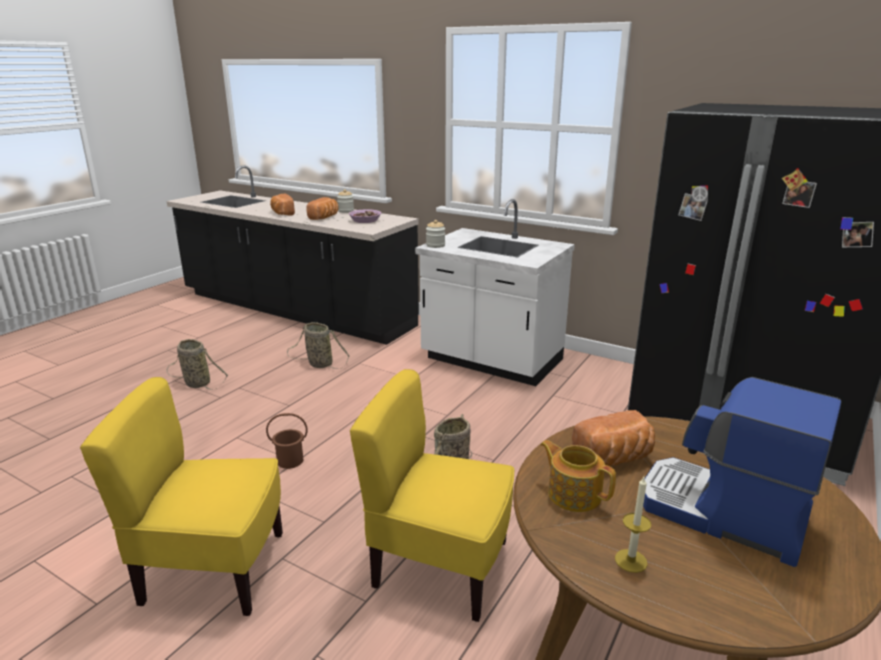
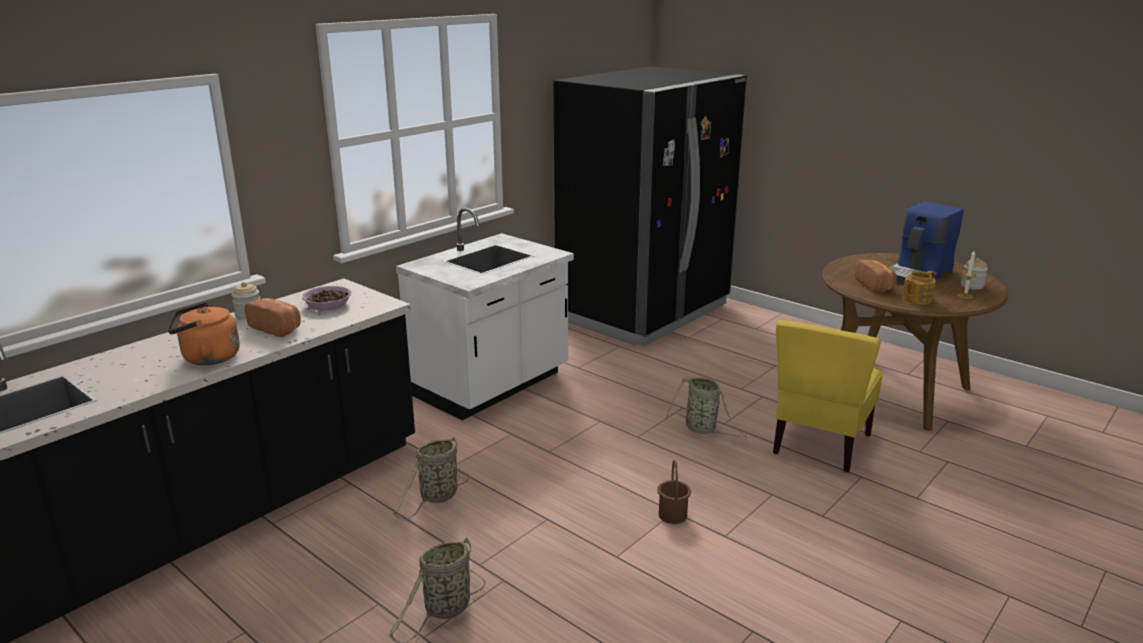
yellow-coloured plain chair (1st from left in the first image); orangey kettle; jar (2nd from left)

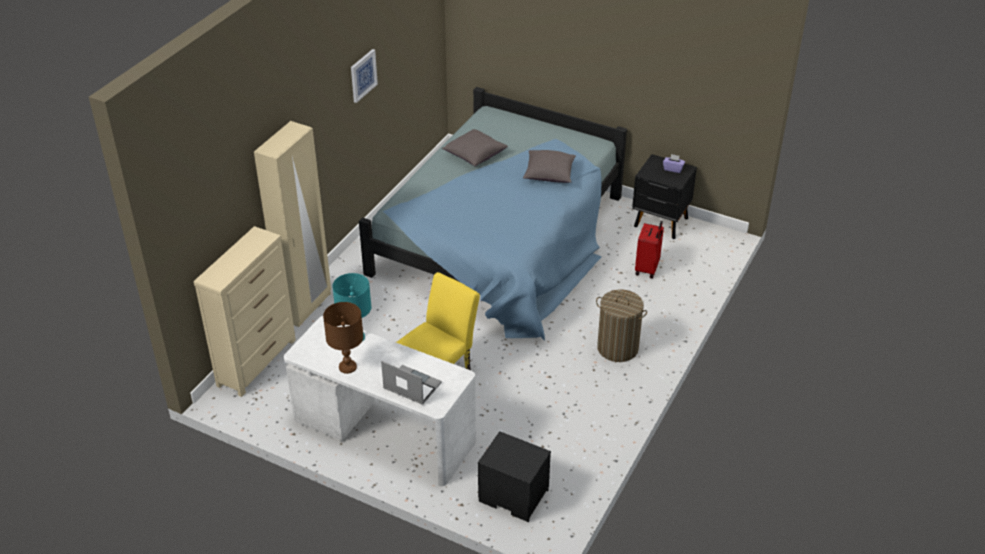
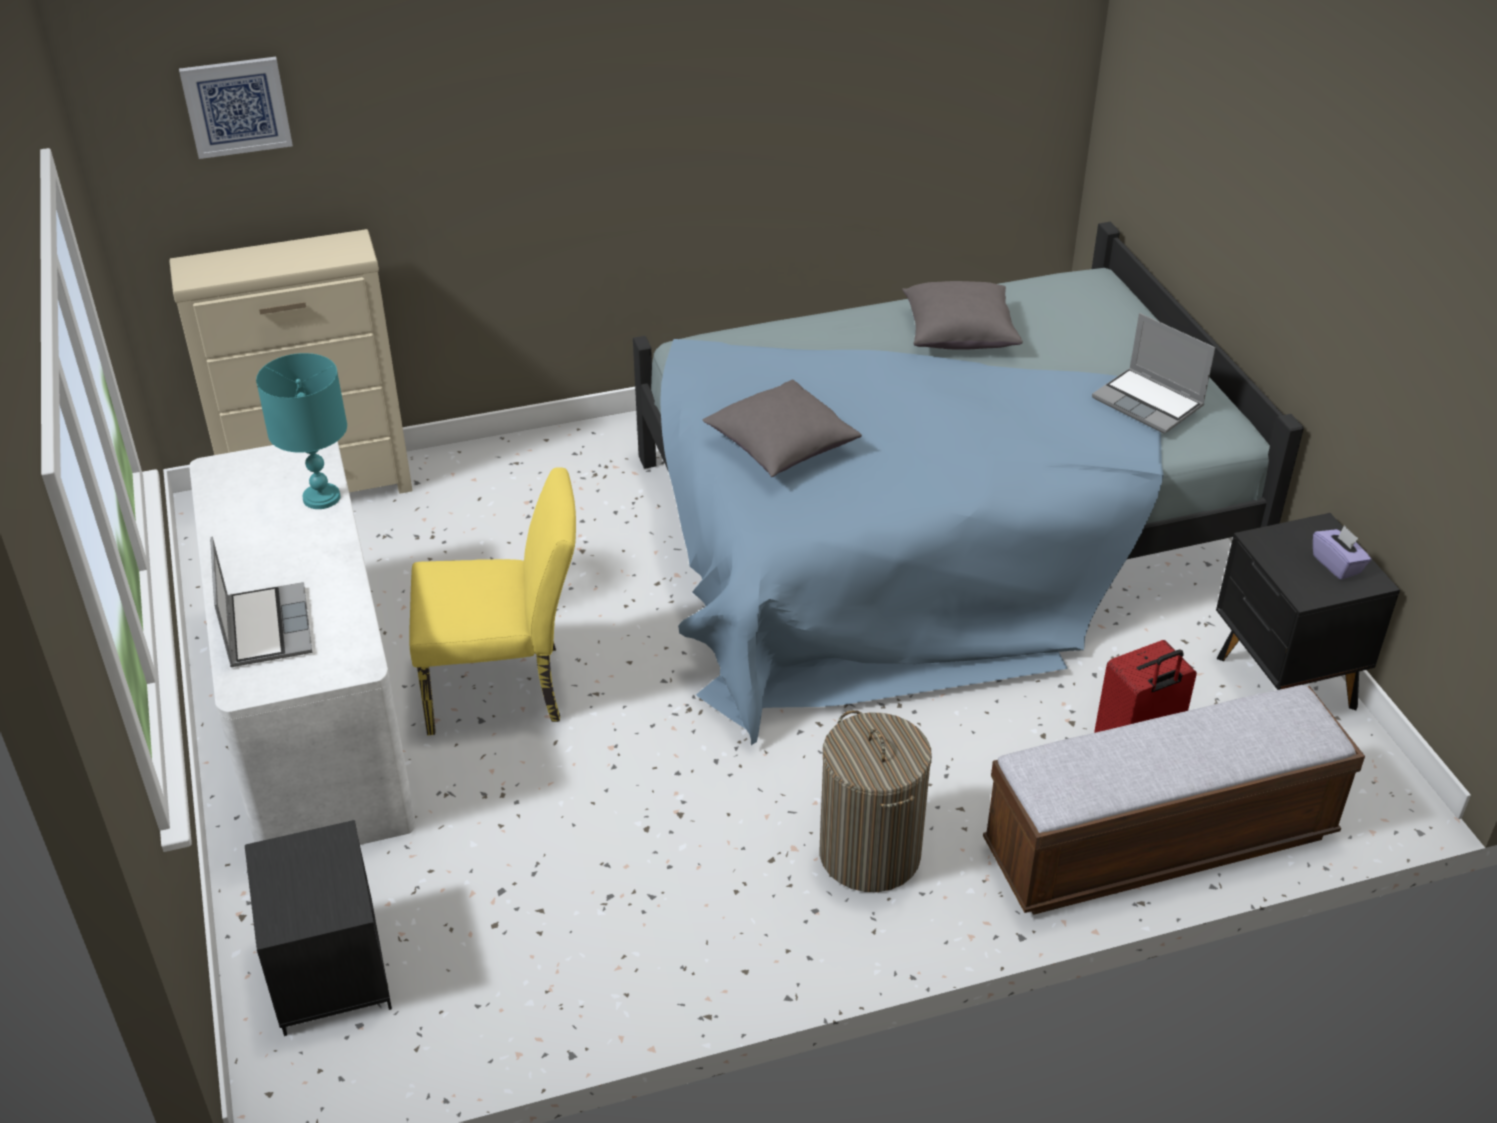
beige wardrobe; brown table lamp; wall picture; grey cushion (1st from left); bench; laptop (2nd from left)

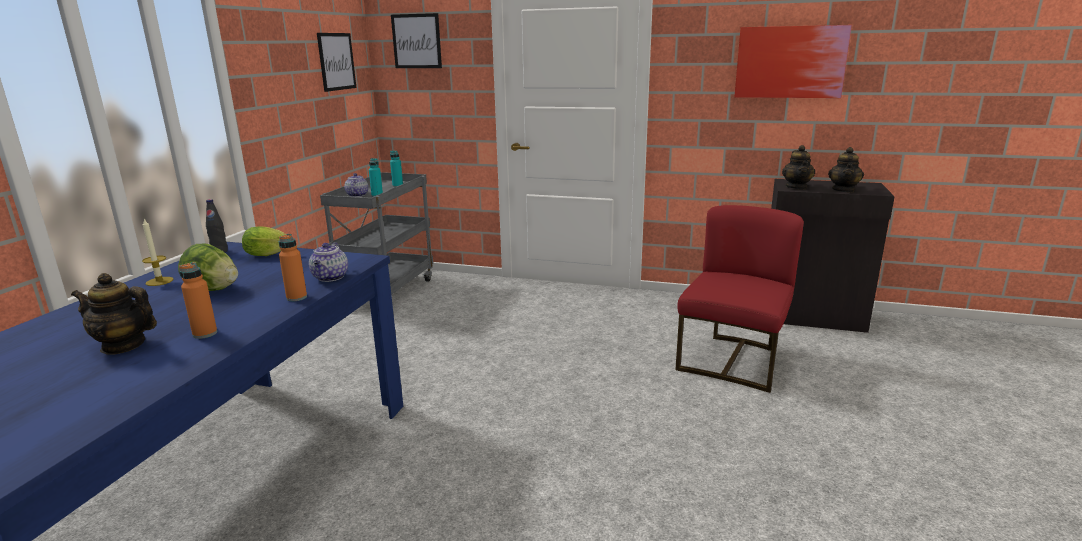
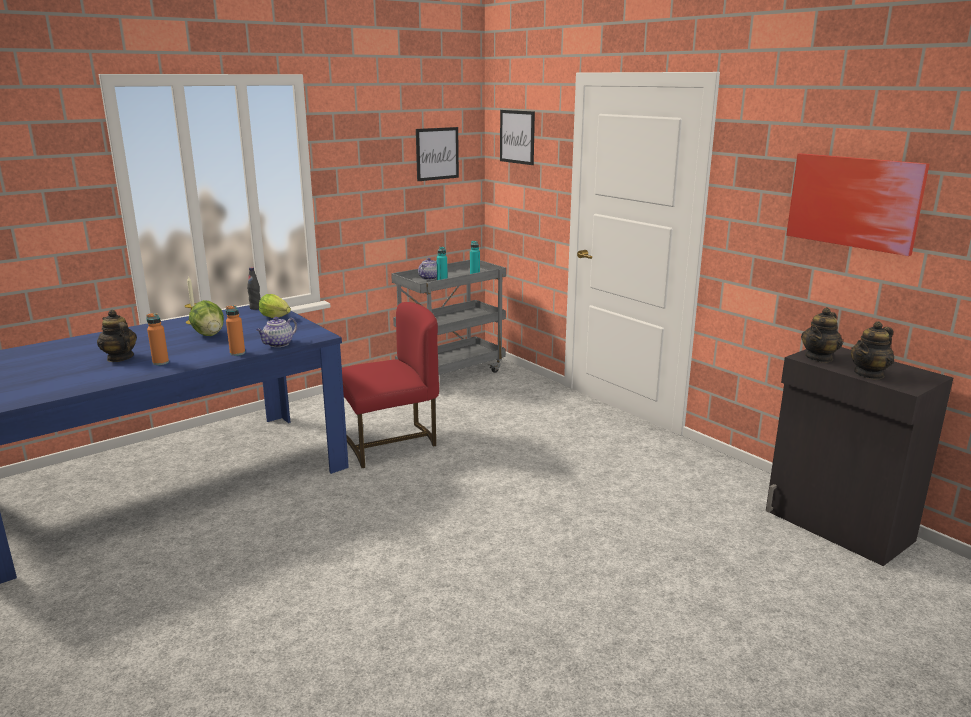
red-coloured plain chair

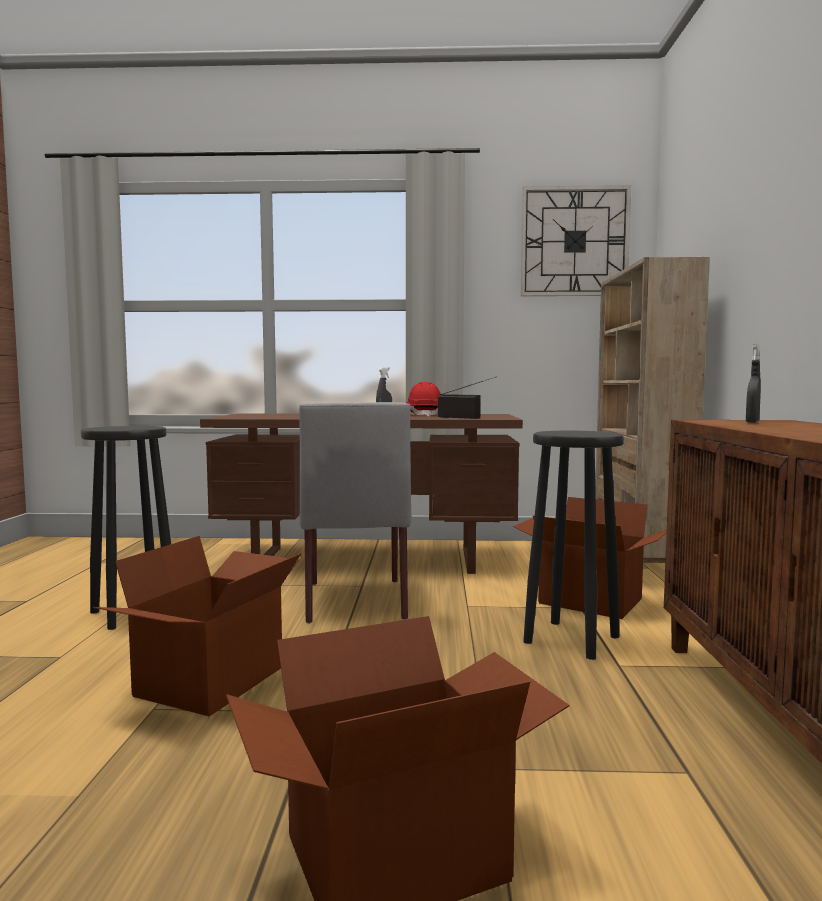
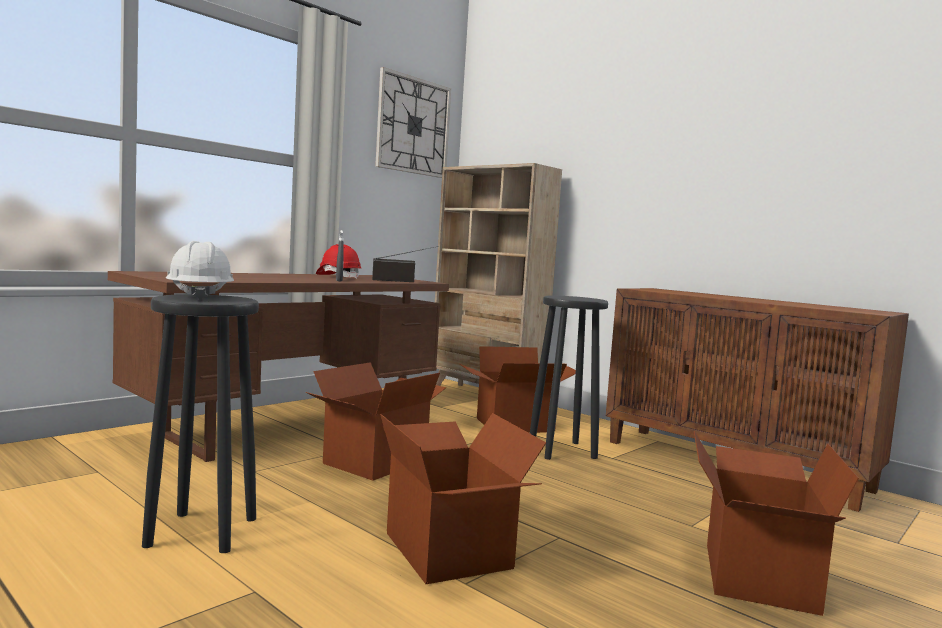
packing box (1st from left); grey spray bottle (2nd from left in the first image); white safety helmet

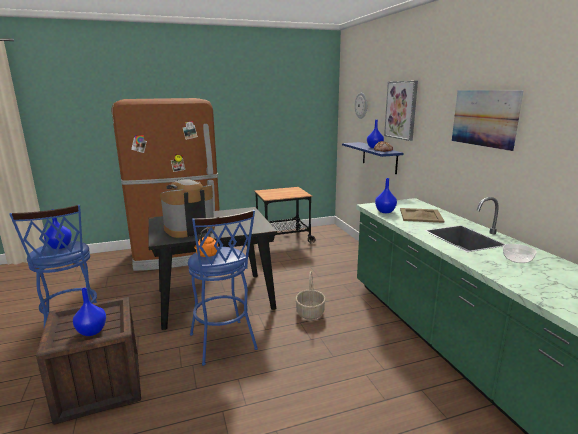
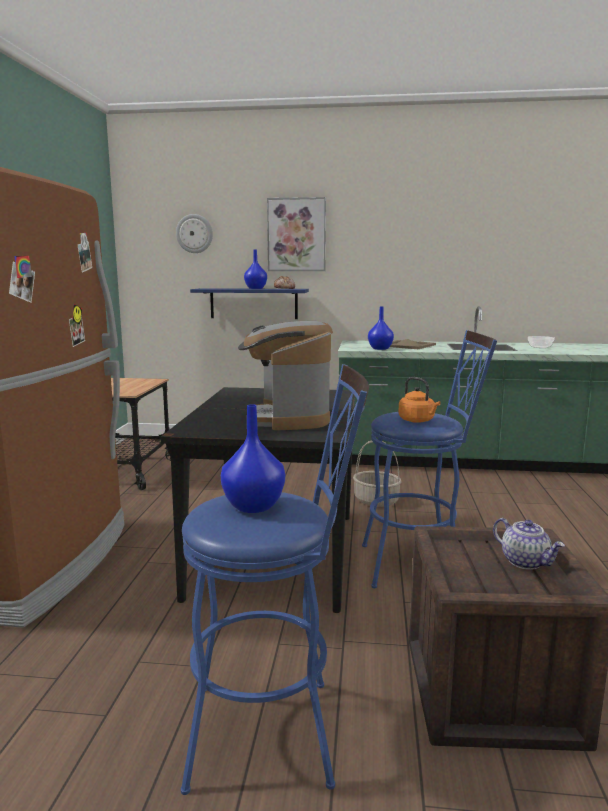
pot for tea; wall picture (2nd from left in the first image)

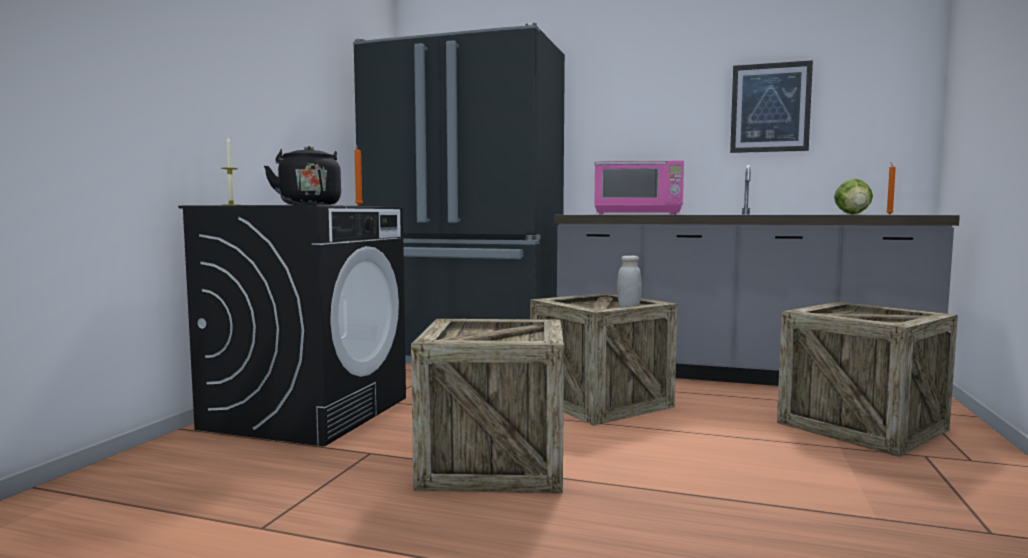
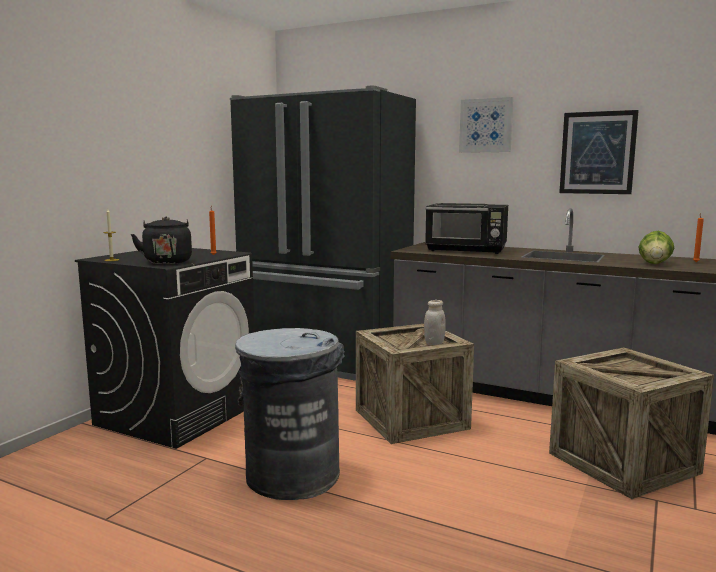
grey trash can; black-coloured microwave; wall picture (1st from left)

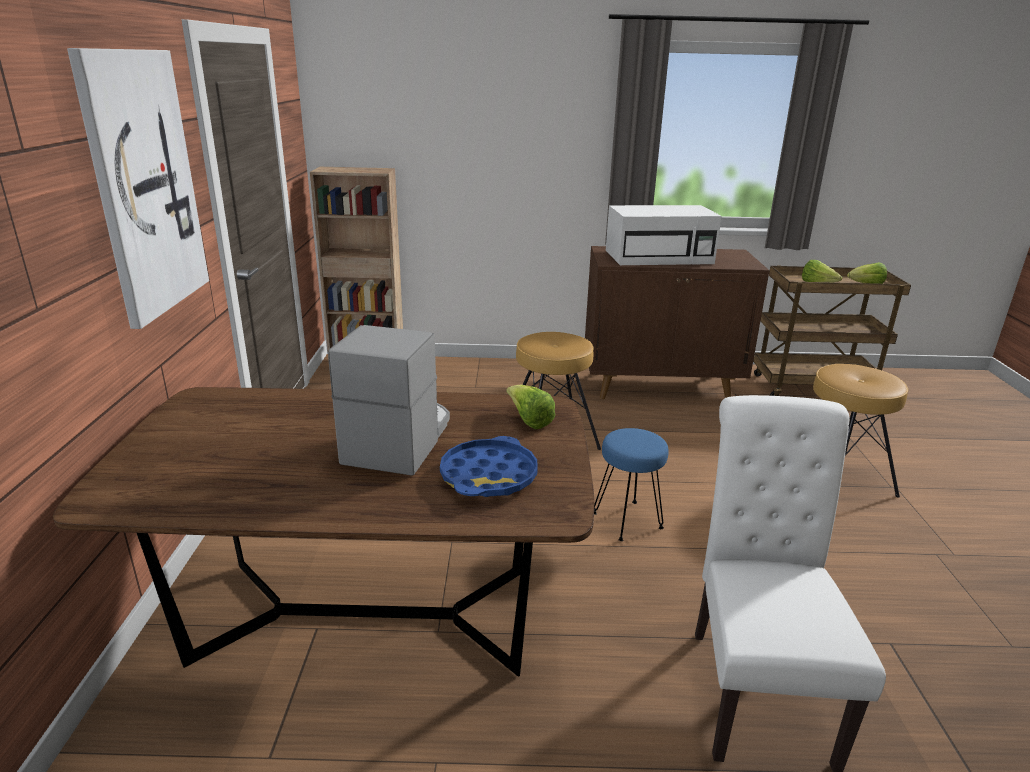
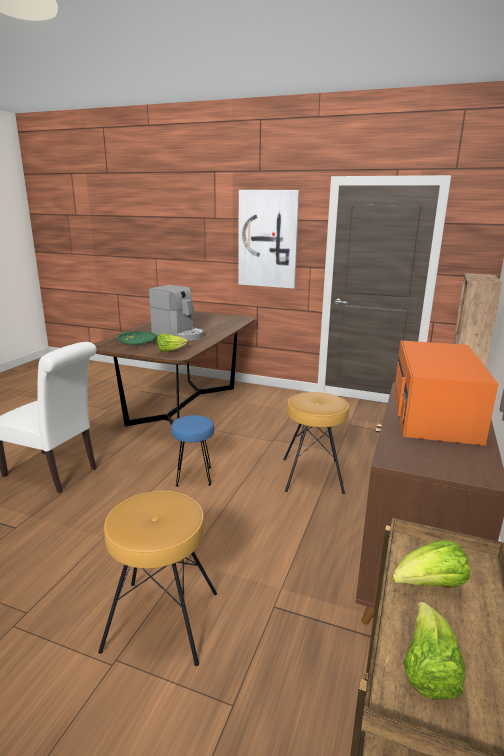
green-coloured tray; orangey microwave

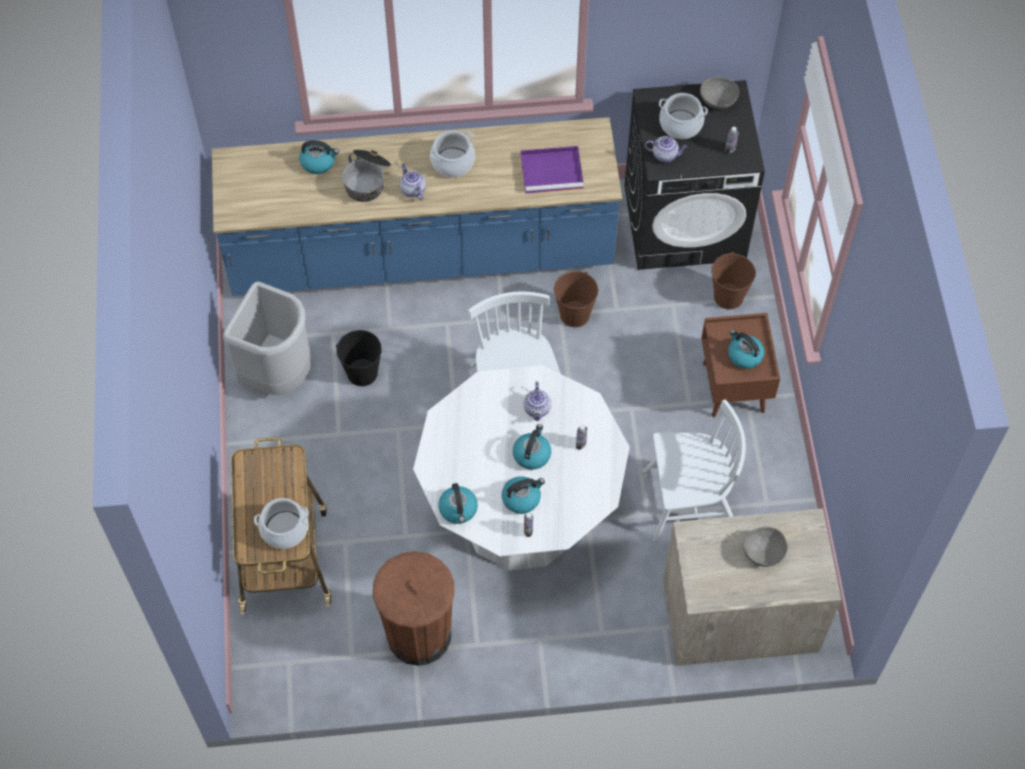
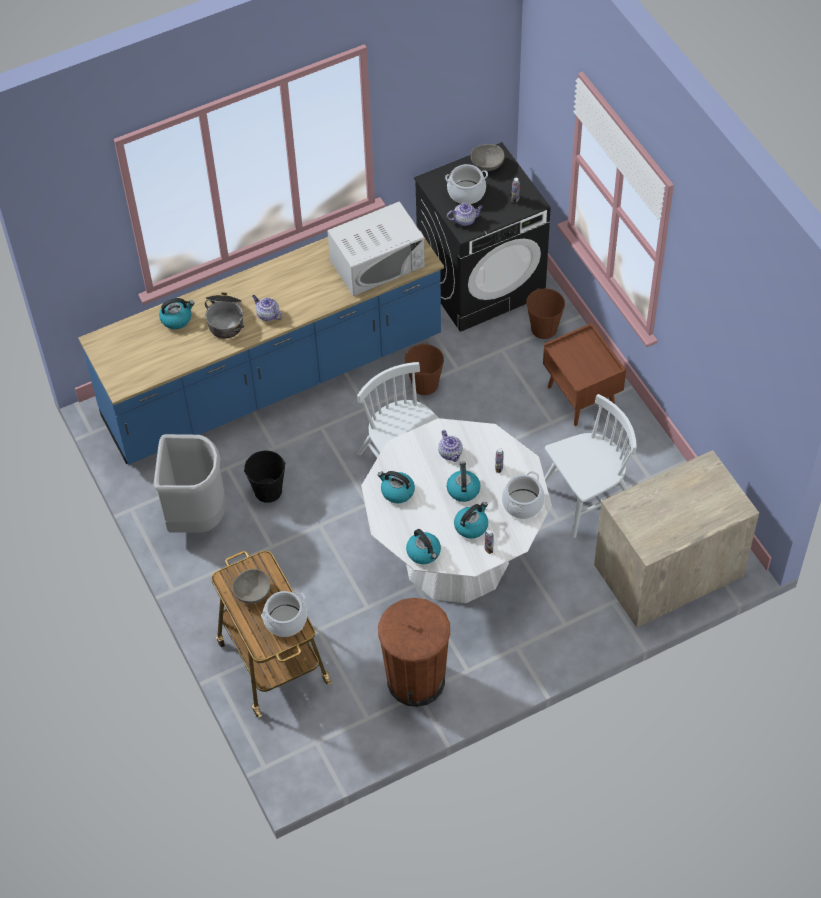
stockpot (4th from left); white microwave; kettle (2nd from left); grey serving bowl (1st from left)

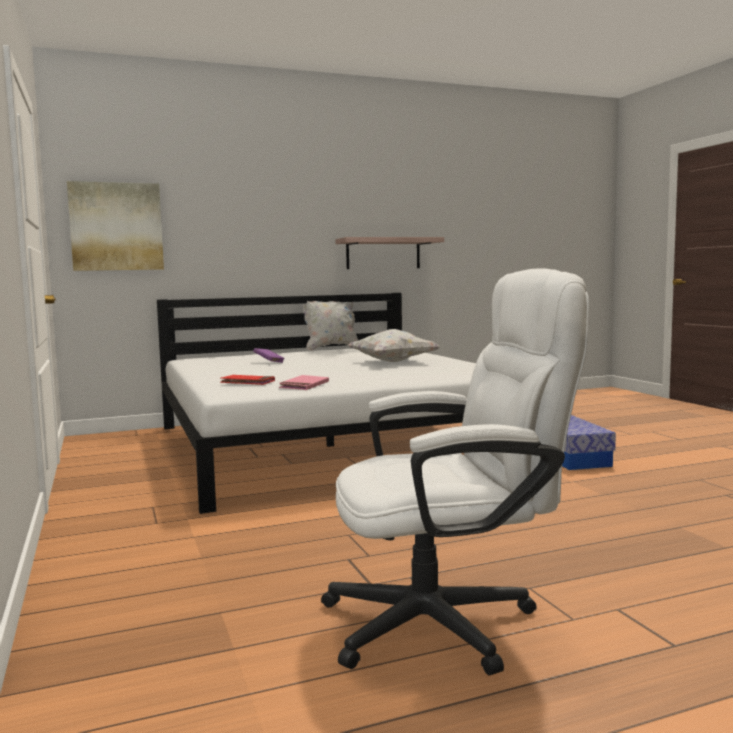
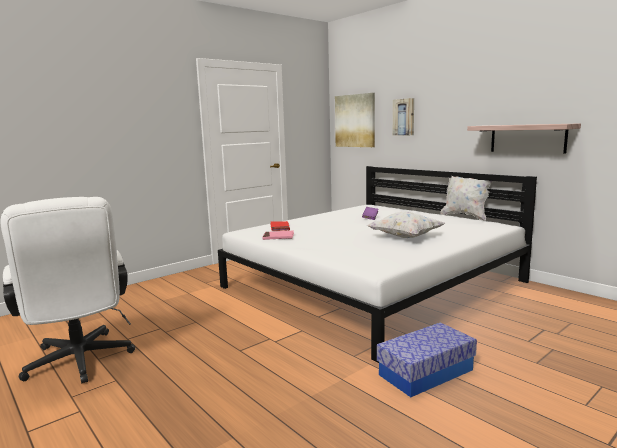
wall picture (2nd from left)

